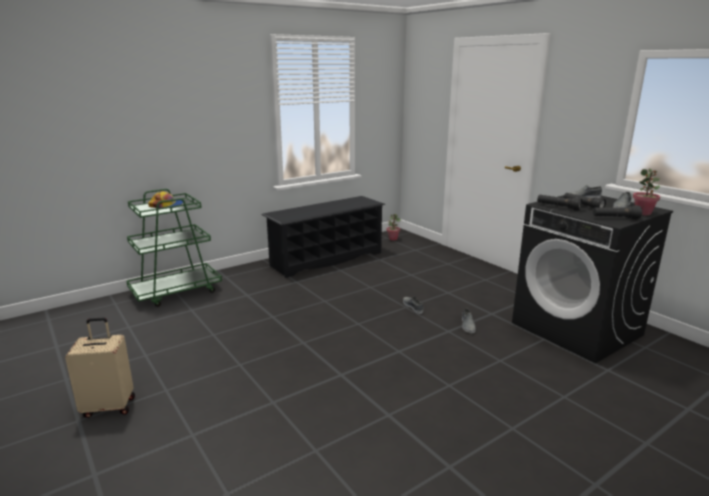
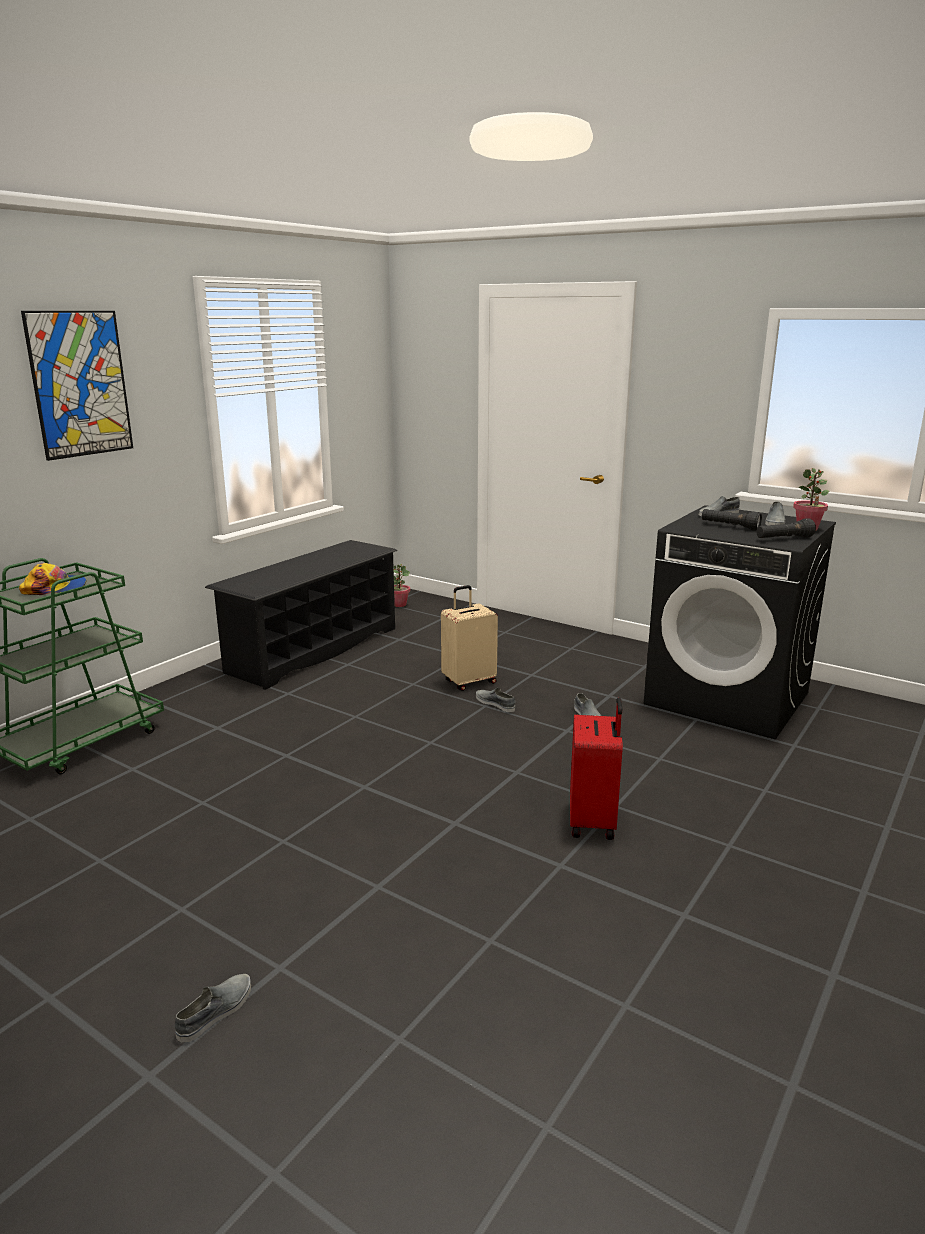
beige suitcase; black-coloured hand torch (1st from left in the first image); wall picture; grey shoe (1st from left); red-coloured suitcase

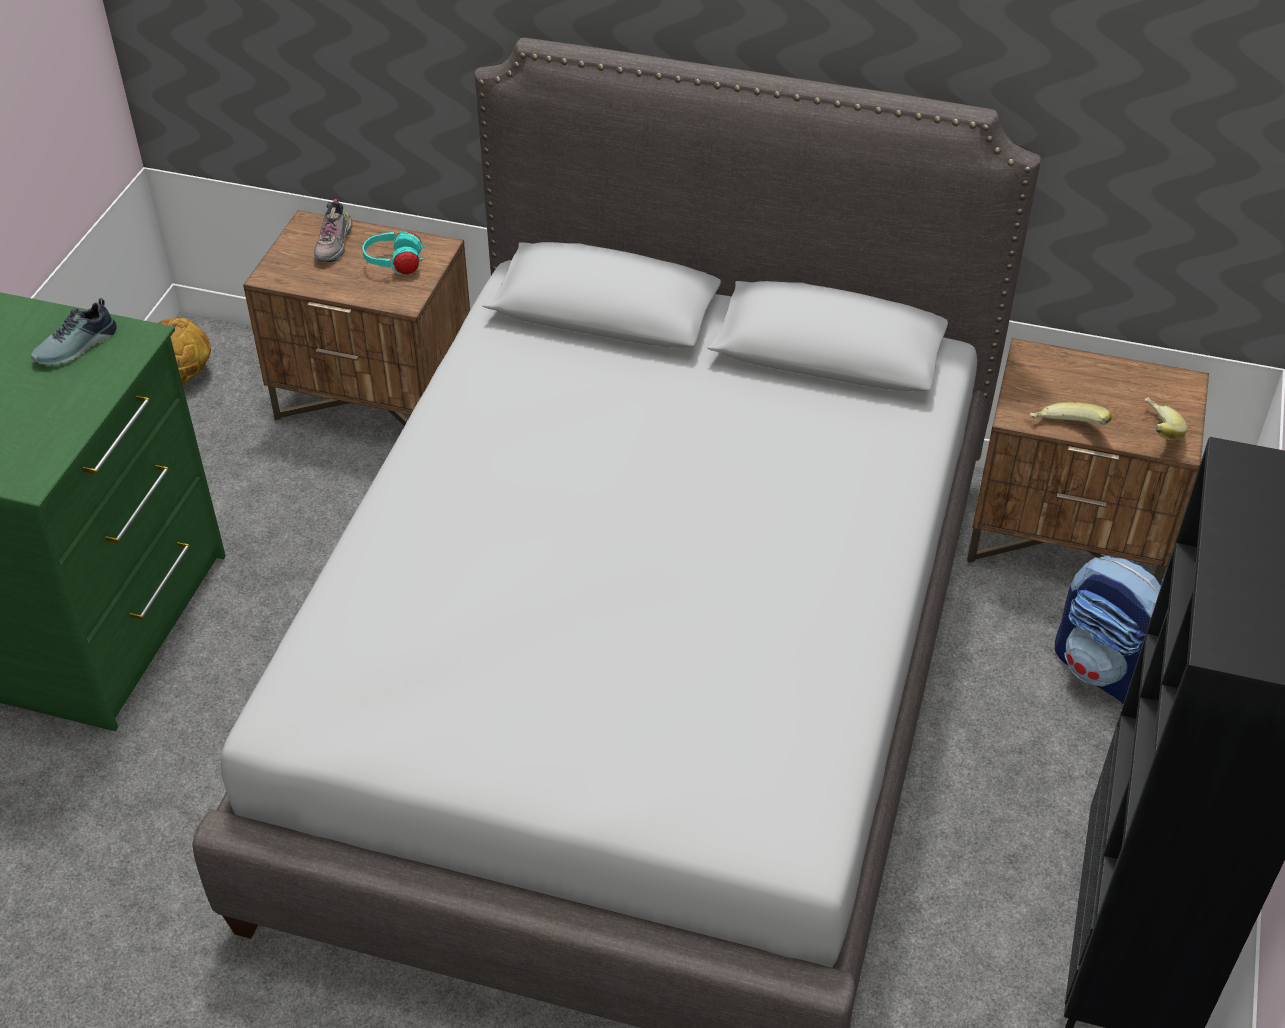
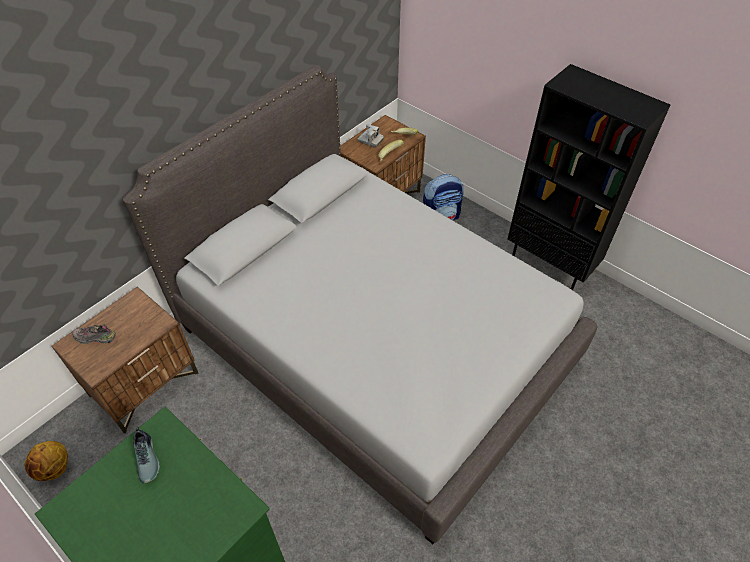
shoe (1st from left); turquoise headset; still camera

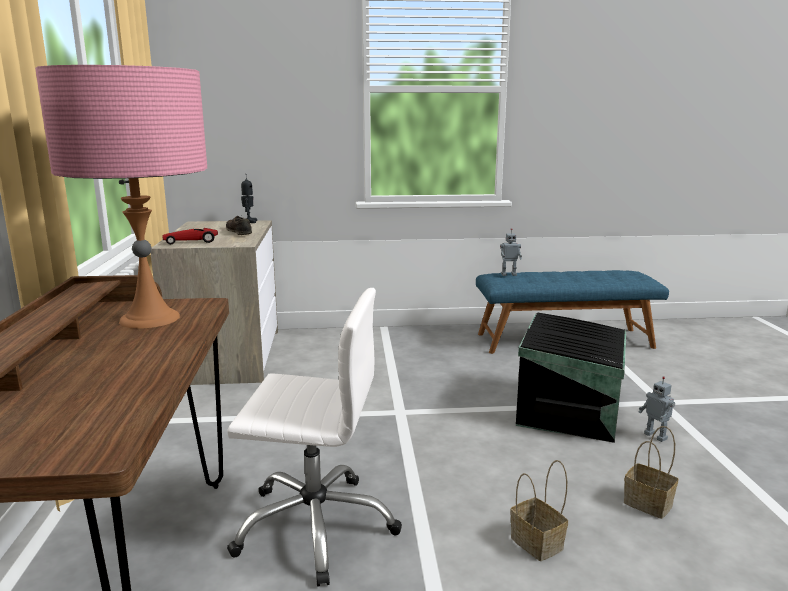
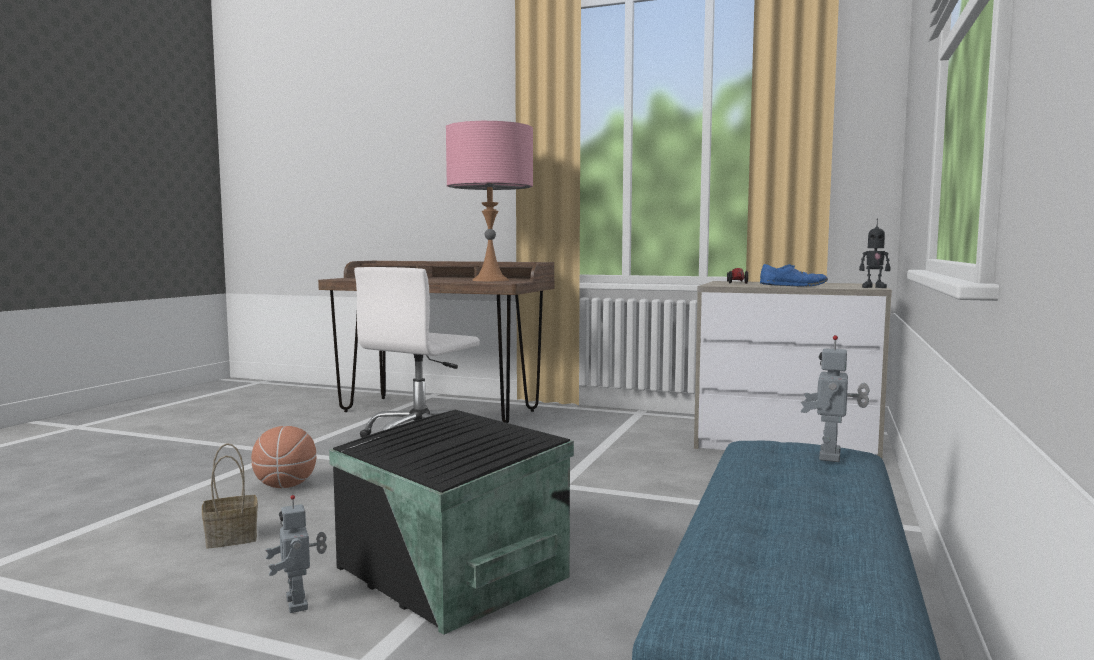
blue shoe; basketball; robot figure (1st from left)

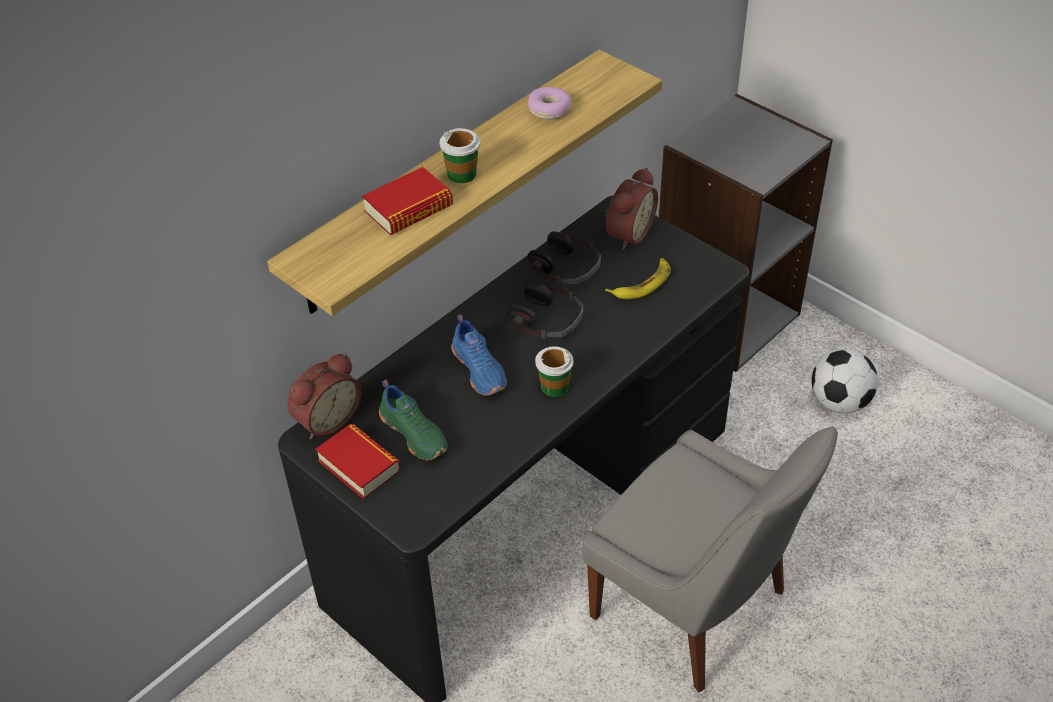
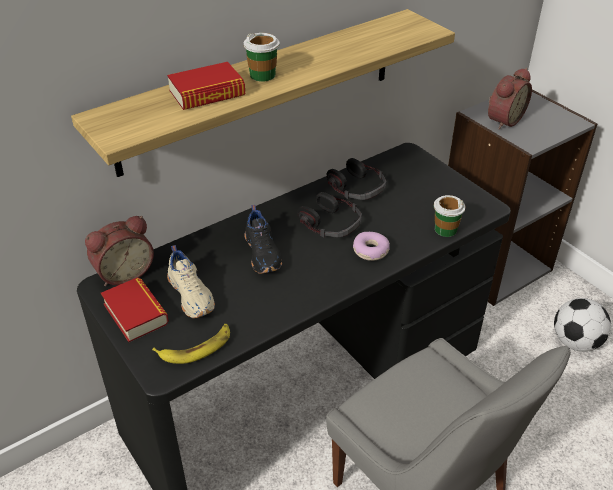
beige shoe; black-coloured shoe; ring doughnut; cup (2nd from left); whole banana; table clock (2nd from left)

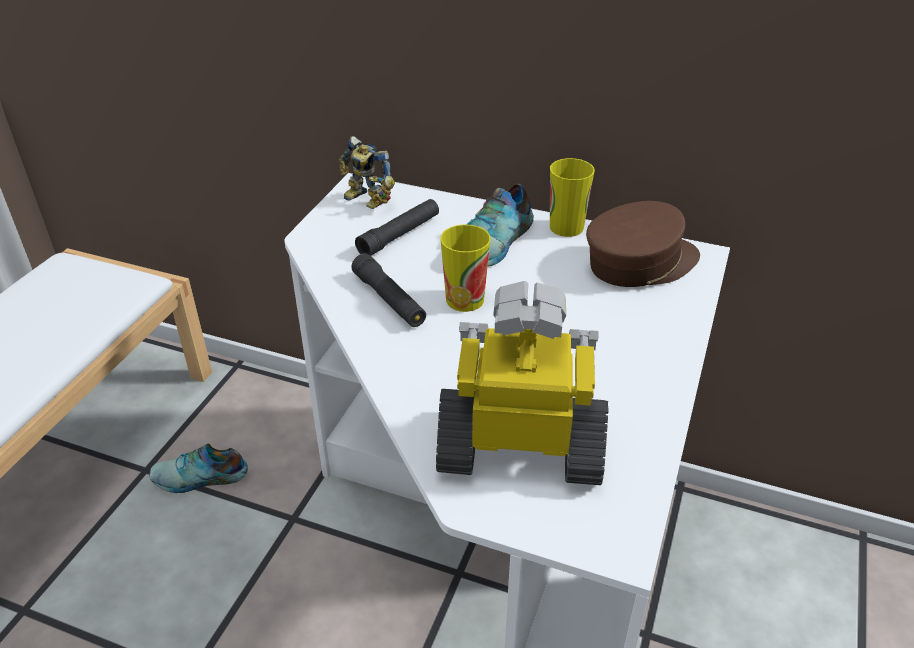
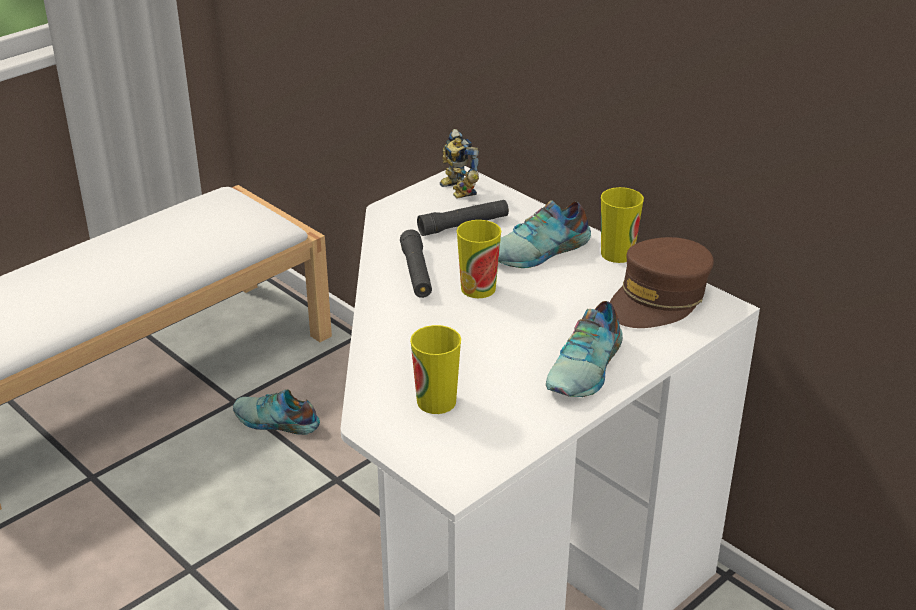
cup (1st from left); brown cap; shoe (3rd from left)

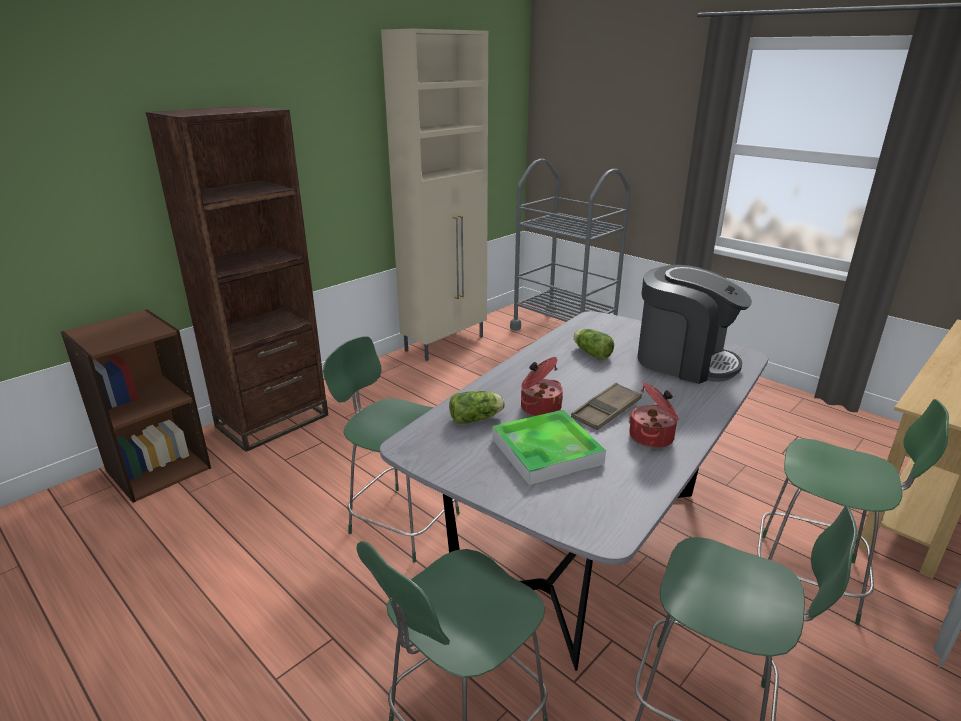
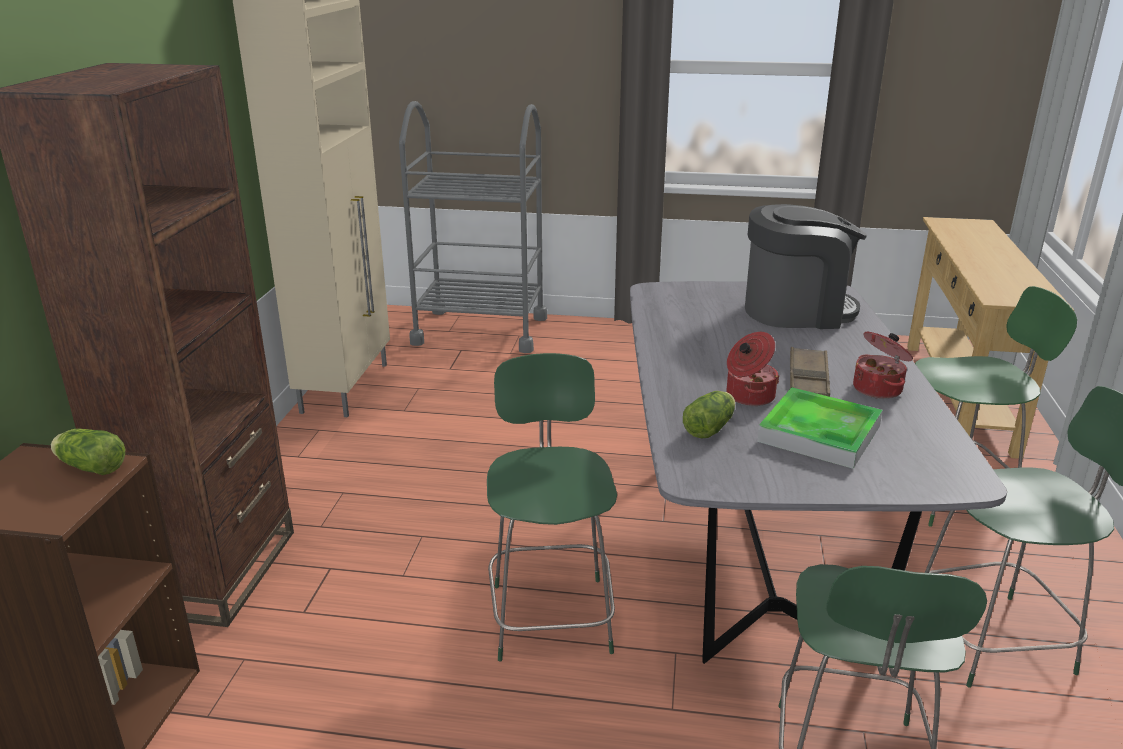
green-coloured plain chair (1st from left); head of lettuce (1st from left)

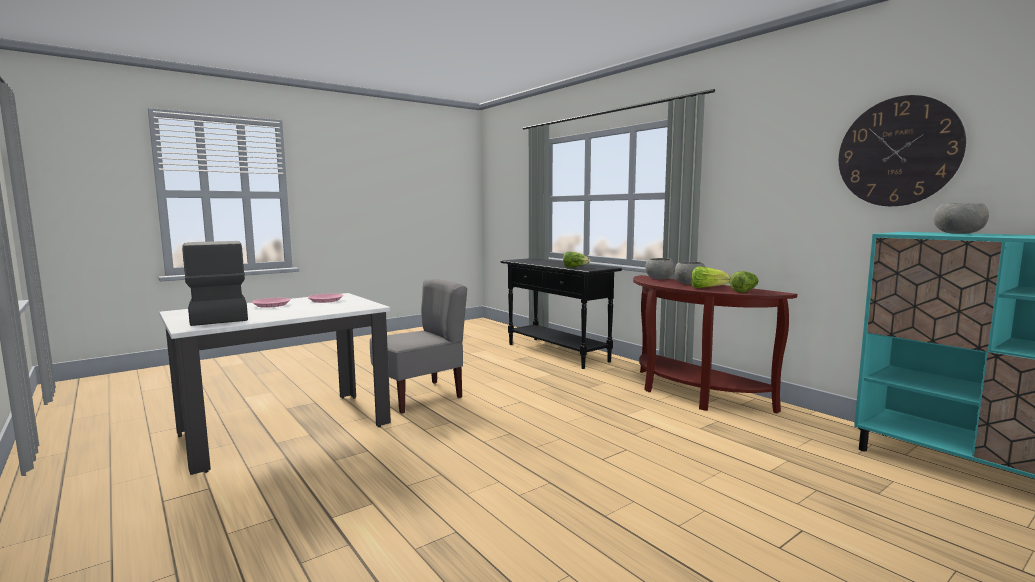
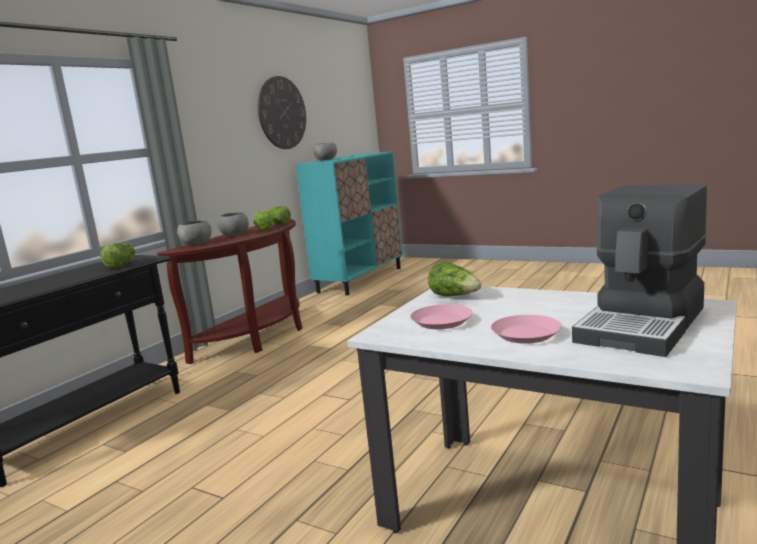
grey plain chair; head of lettuce (4th from left)

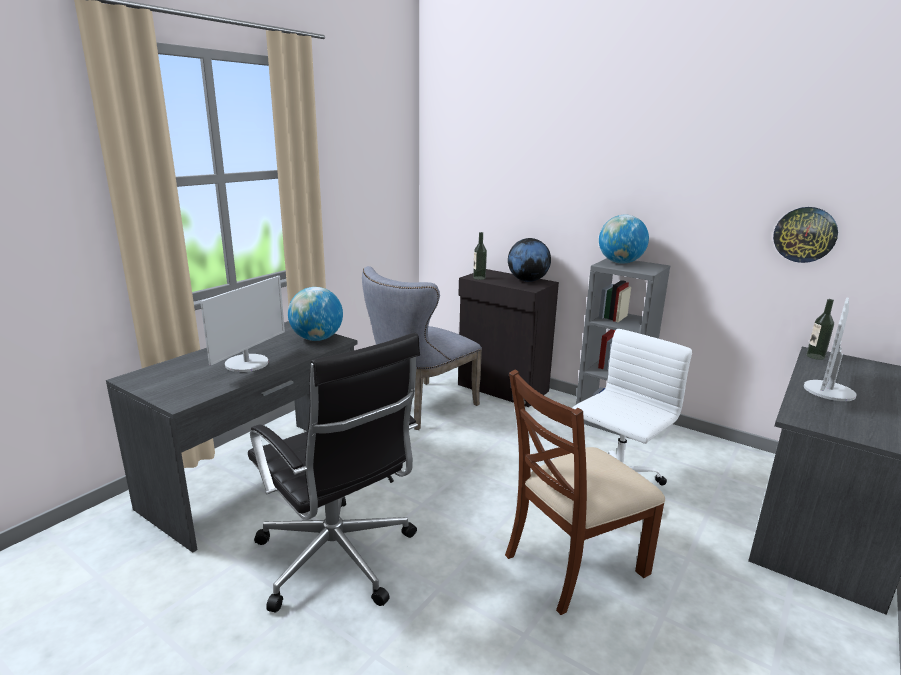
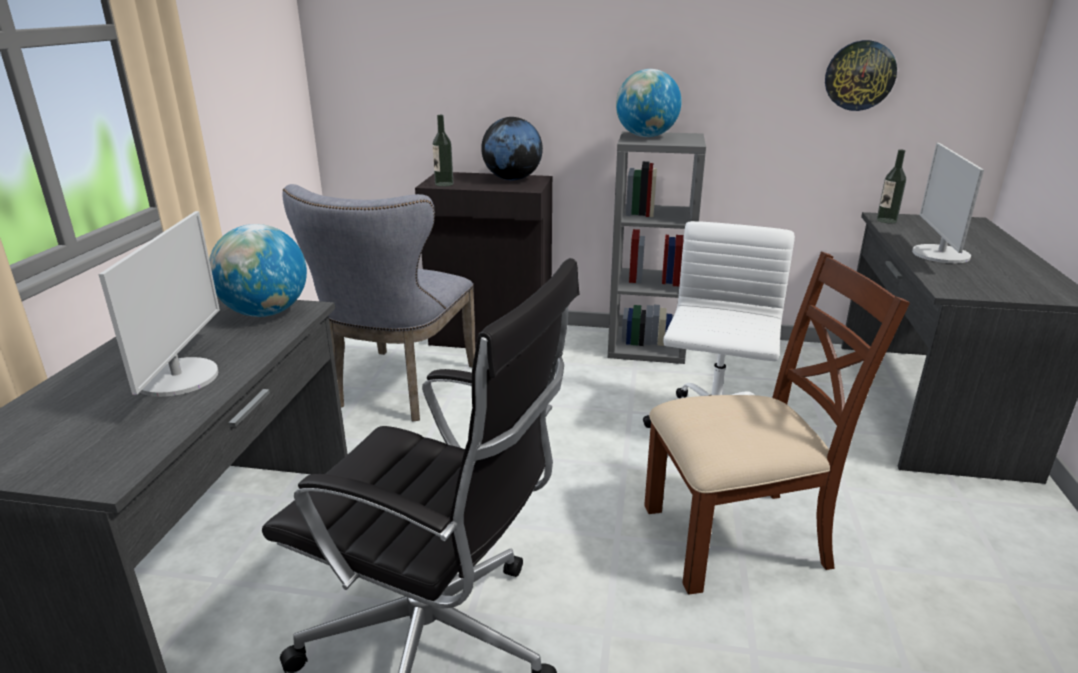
brown plain chair

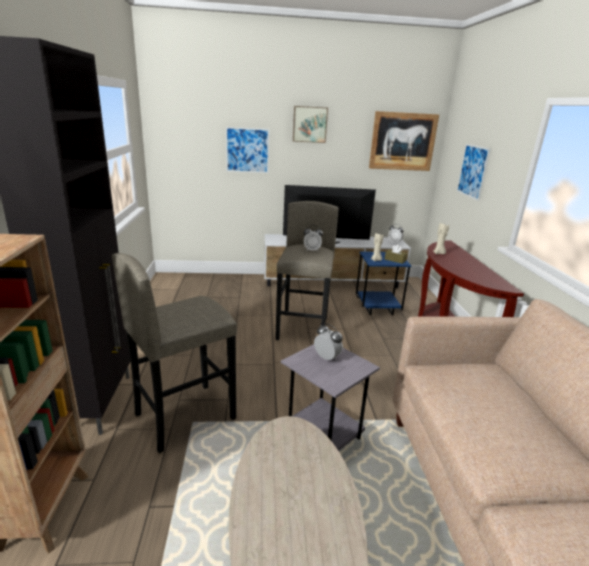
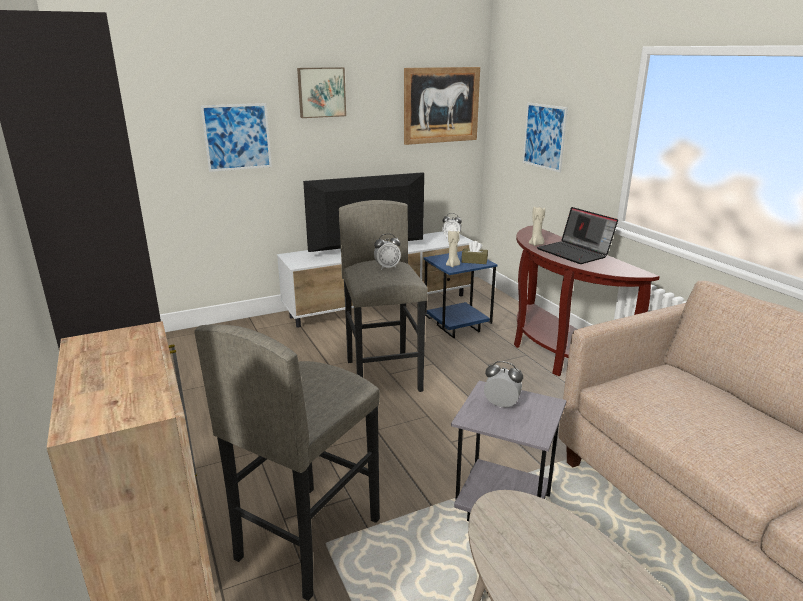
laptop

